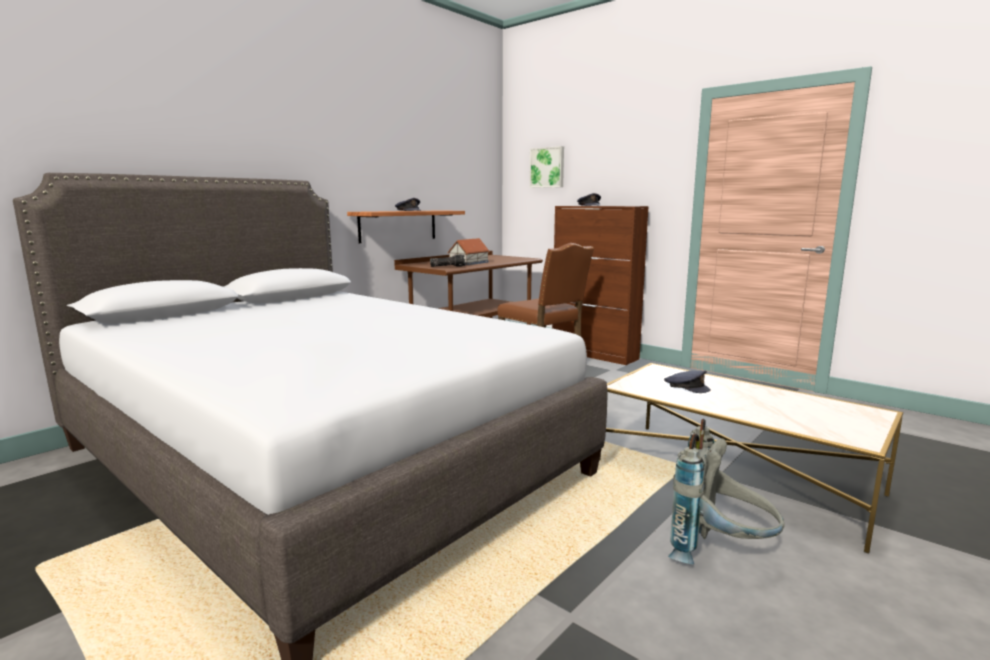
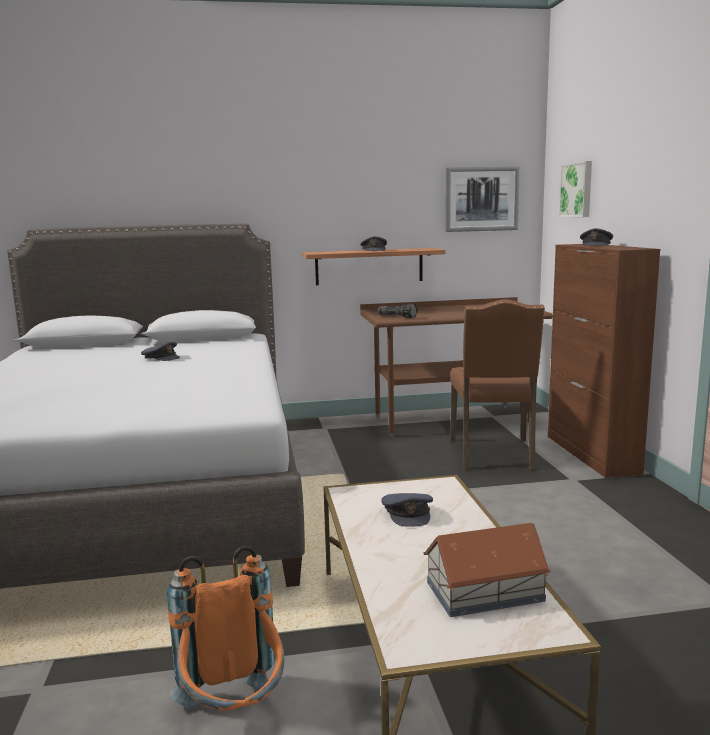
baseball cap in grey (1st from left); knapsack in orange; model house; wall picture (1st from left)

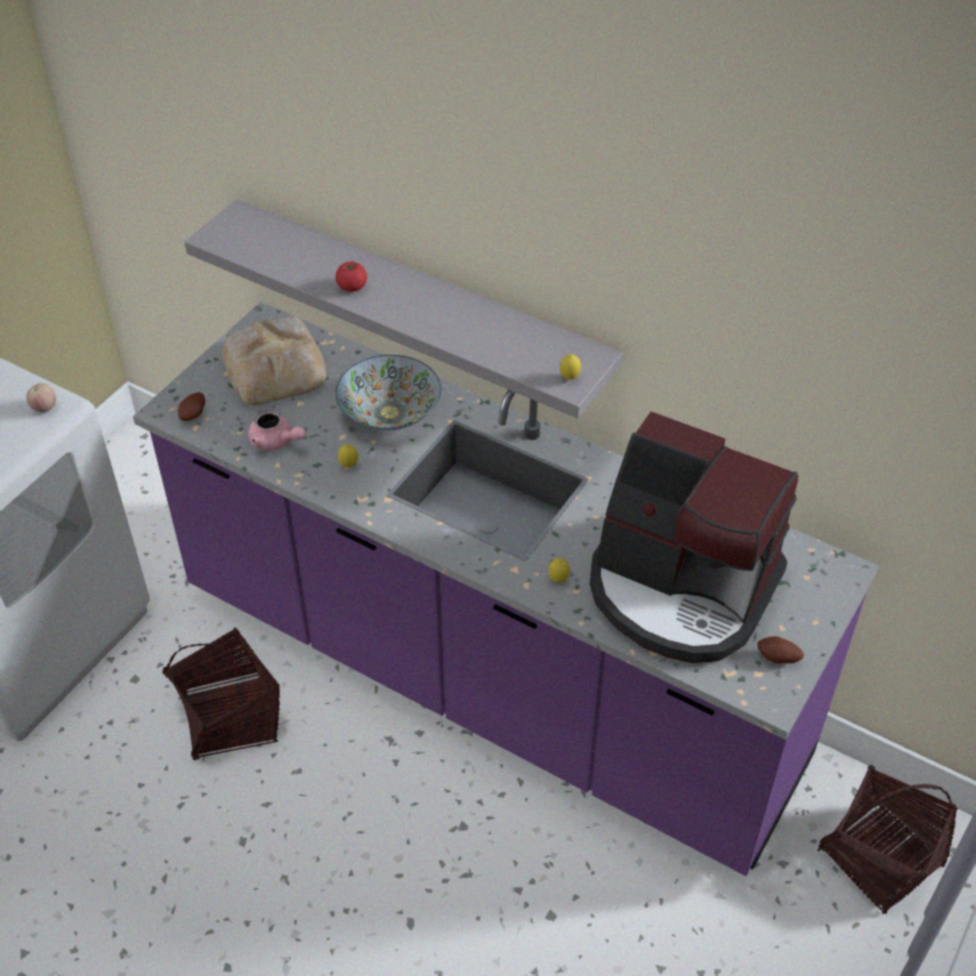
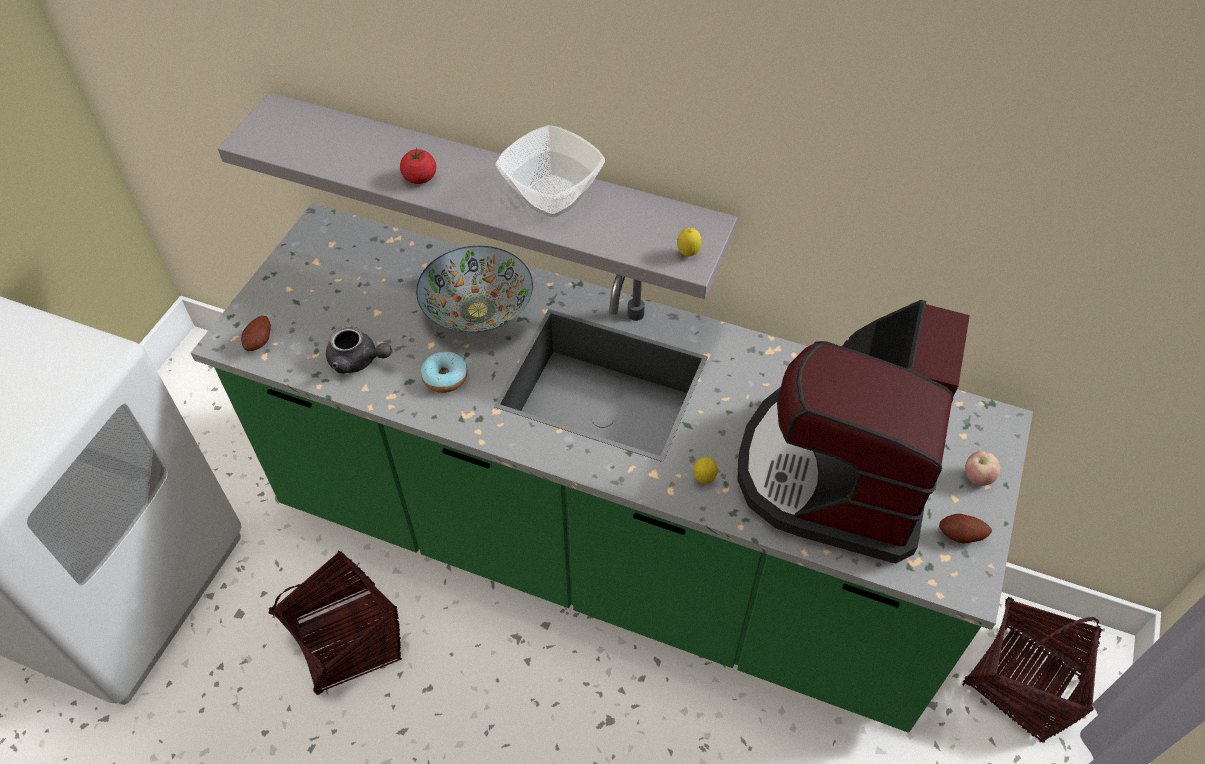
kitchen base unit in green-coloured; teapot in grey; ring doughnut; deep dish (2nd from left); coffee maker; apple fruit; bakery bread

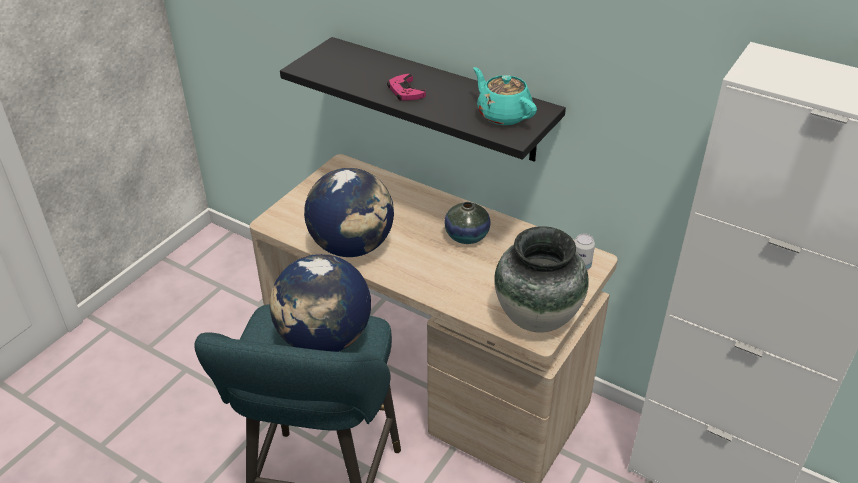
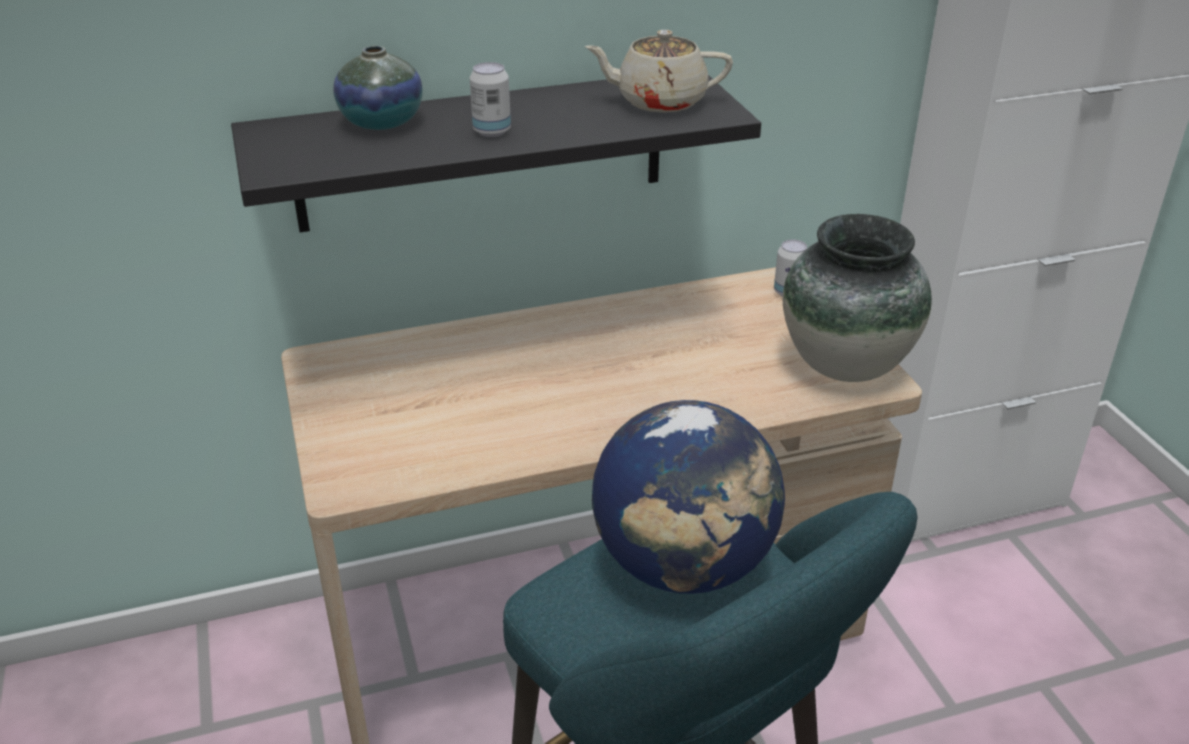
decorative vase (1st from left); can (1st from left); teapot in sand-coloured; desk globe (2nd from left in the first image)

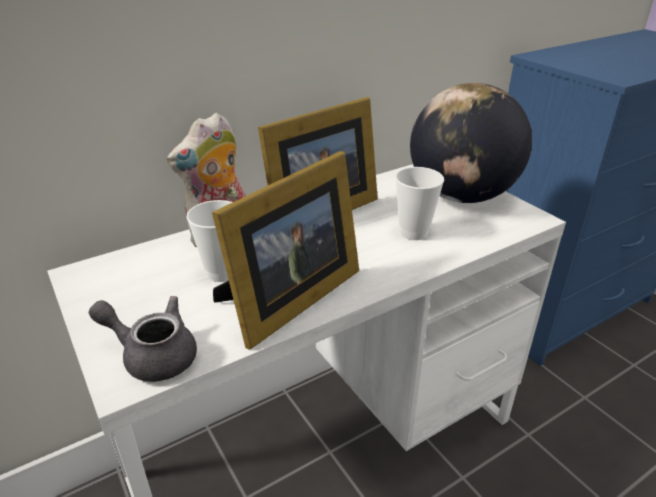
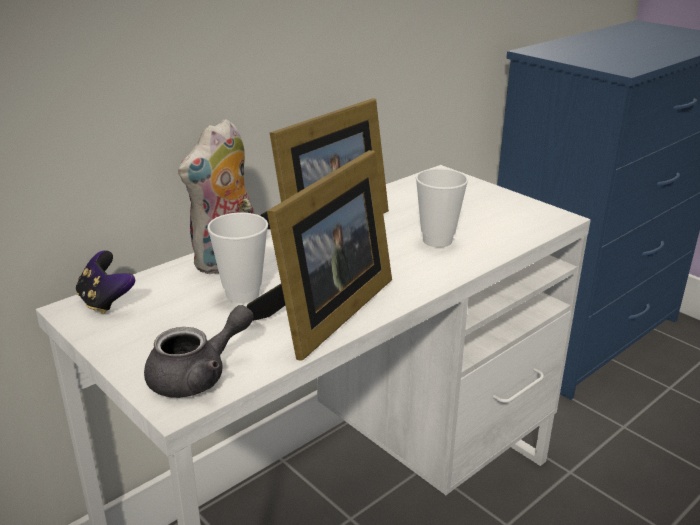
joypad; teapot in grey; desk globe

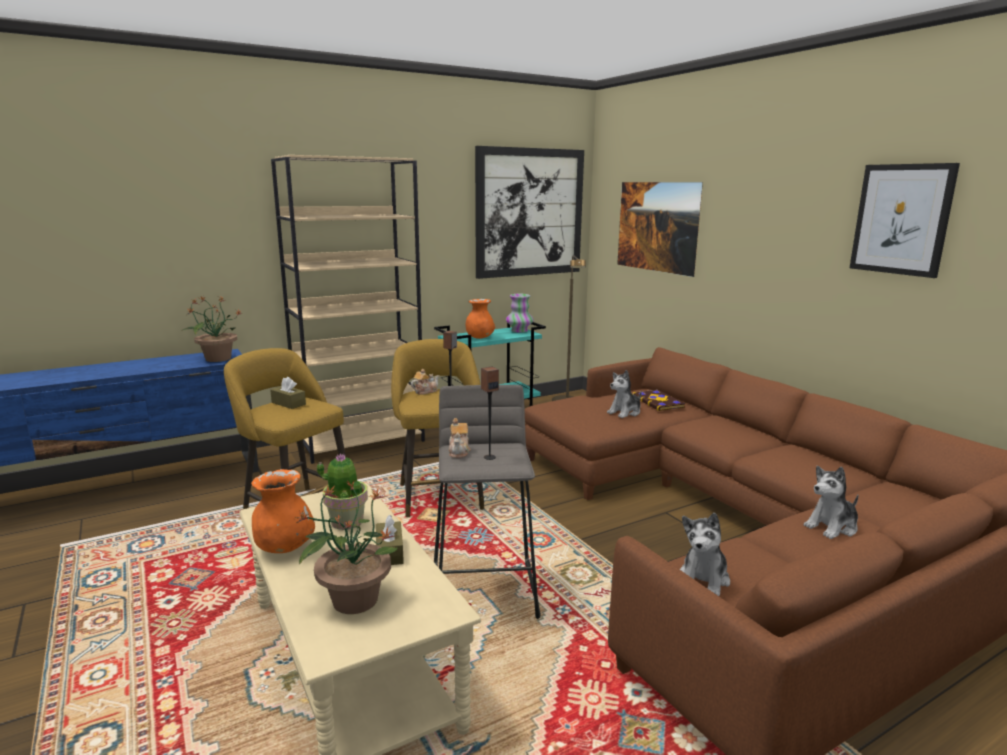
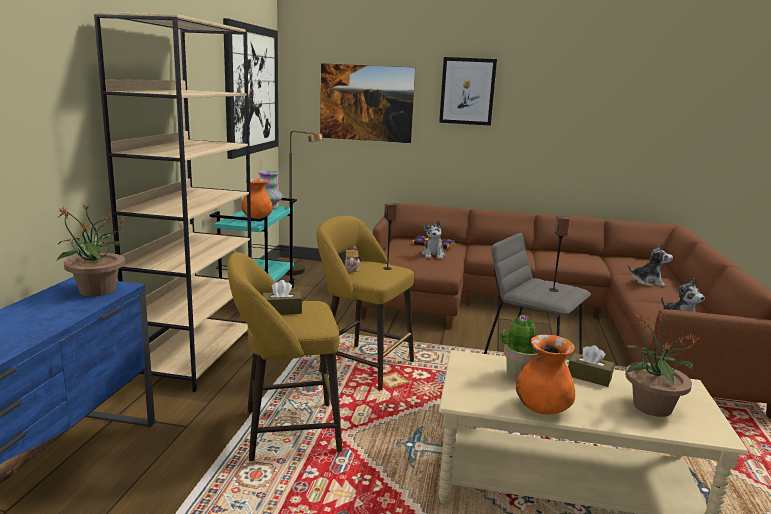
wall picture (3rd from left); soft toy (2nd from left); teapot (2nd from left in the first image)

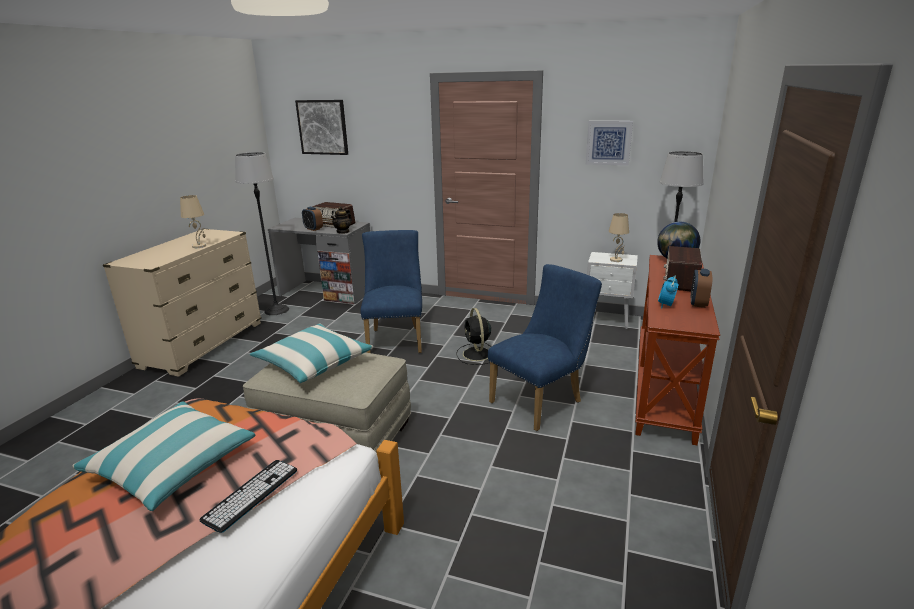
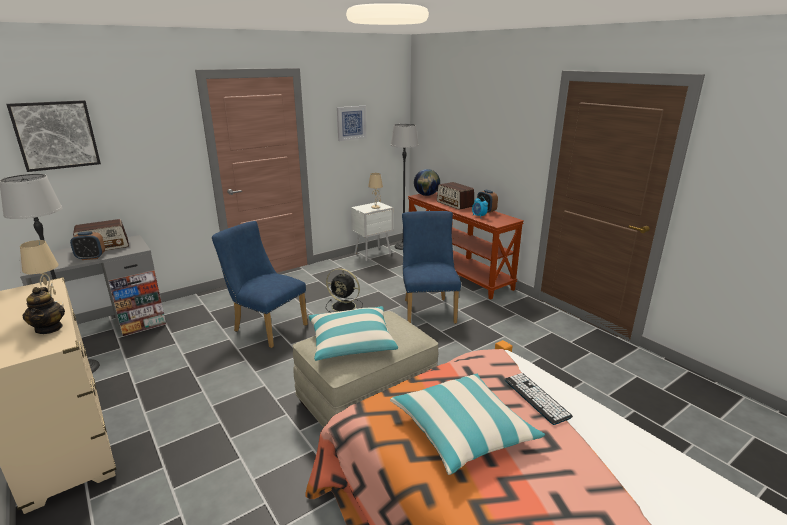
teapot

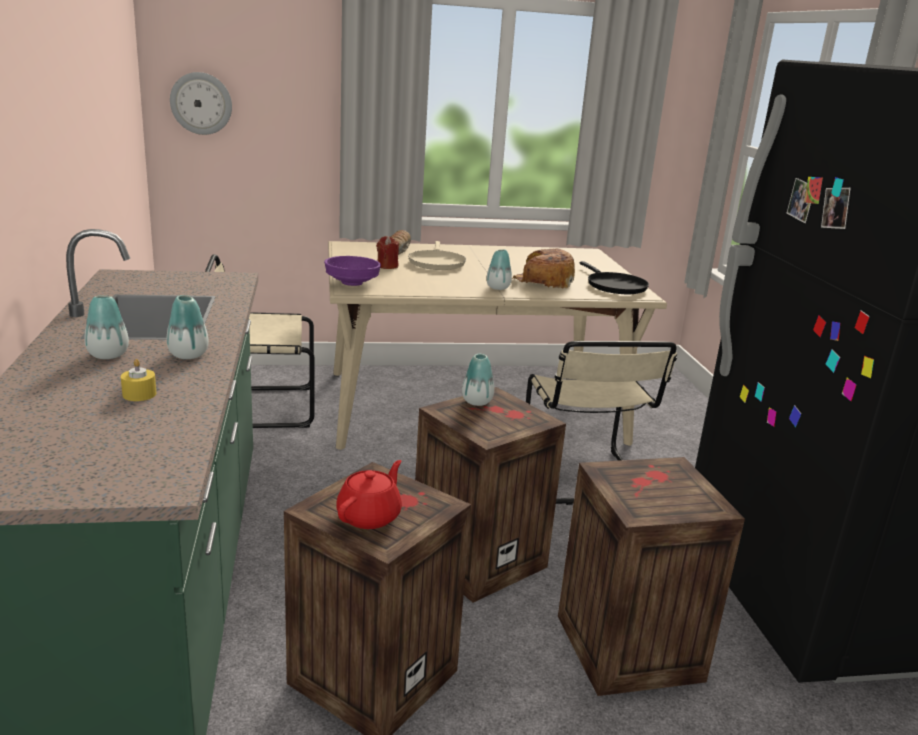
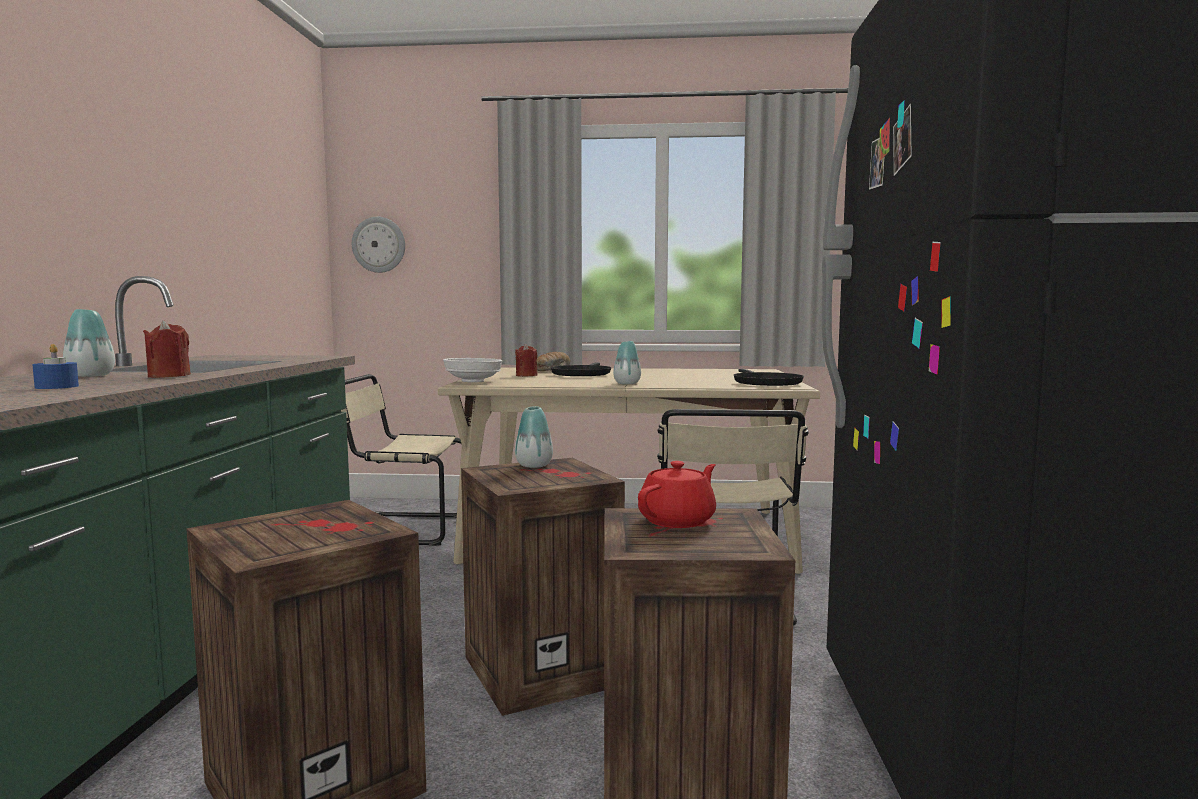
wax candle in bluish; wax candle in red-coloured (1st from left); deep dish in whitish; pan in black-coloured (1st from left); teapot in red-coloured; bakery bread (2nd from left in the first image)

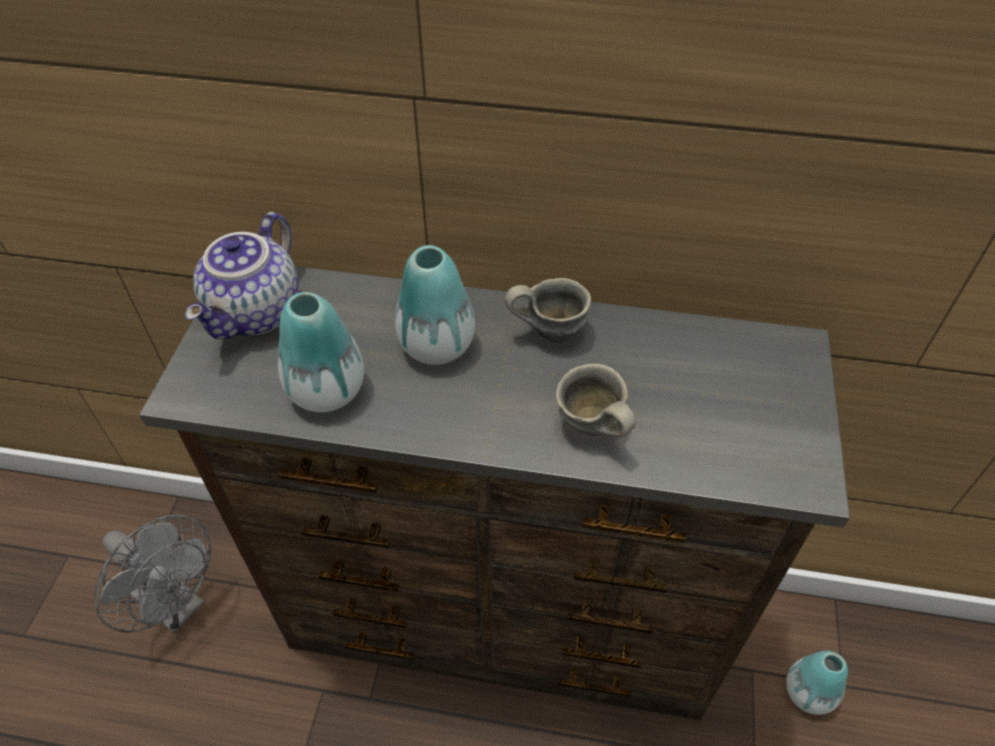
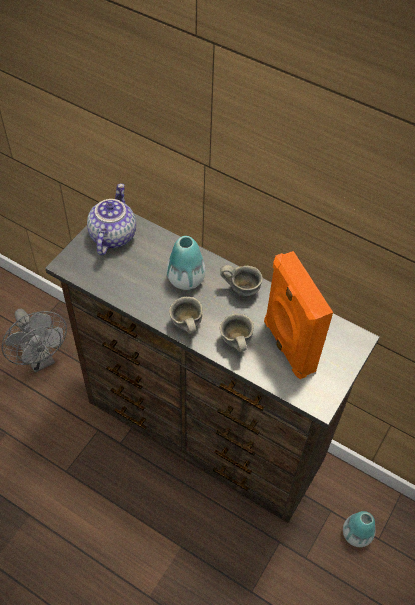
teapot; tea mug in grey (1st from left); audio speaker in orange; decorative vase (1st from left in the first image)

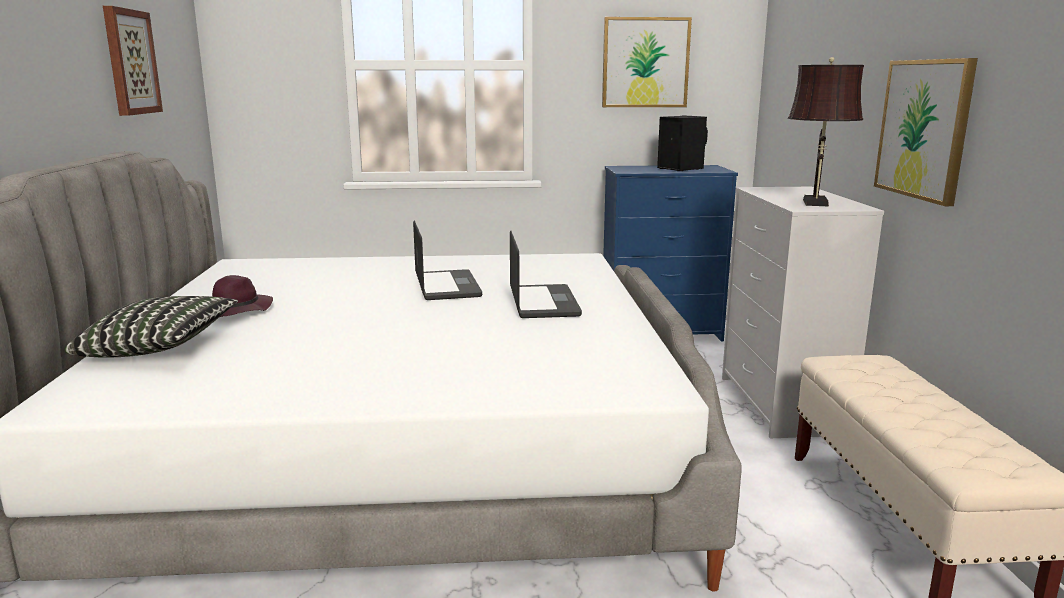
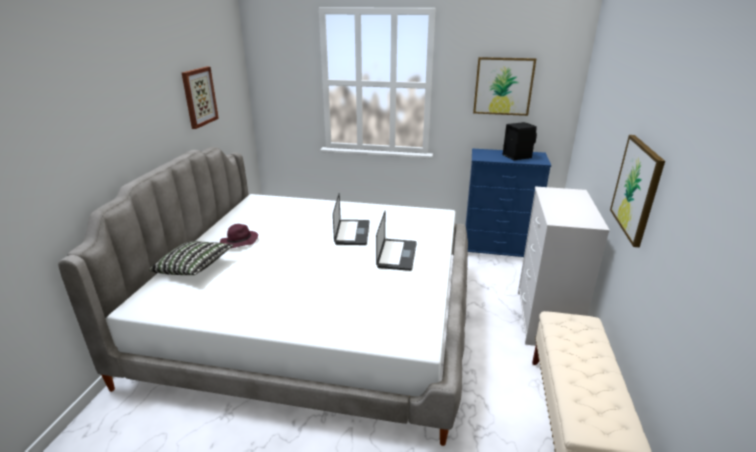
table lamp in brownish

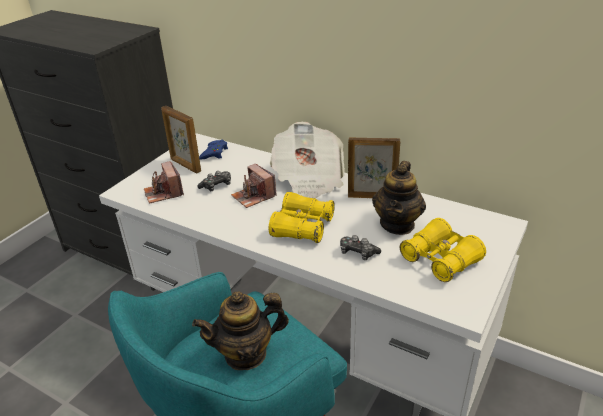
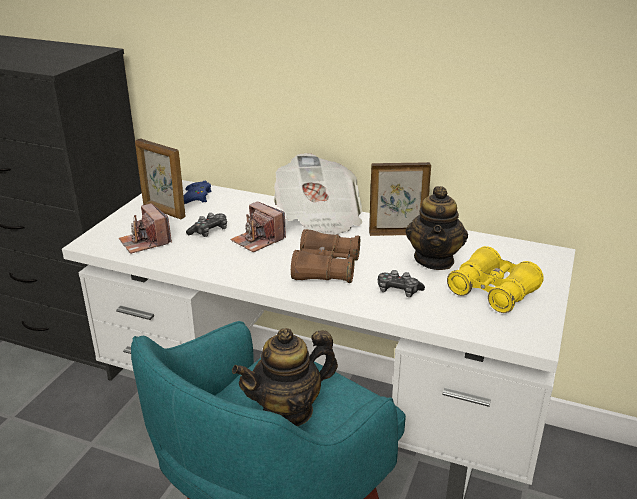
binoculars in brownish

